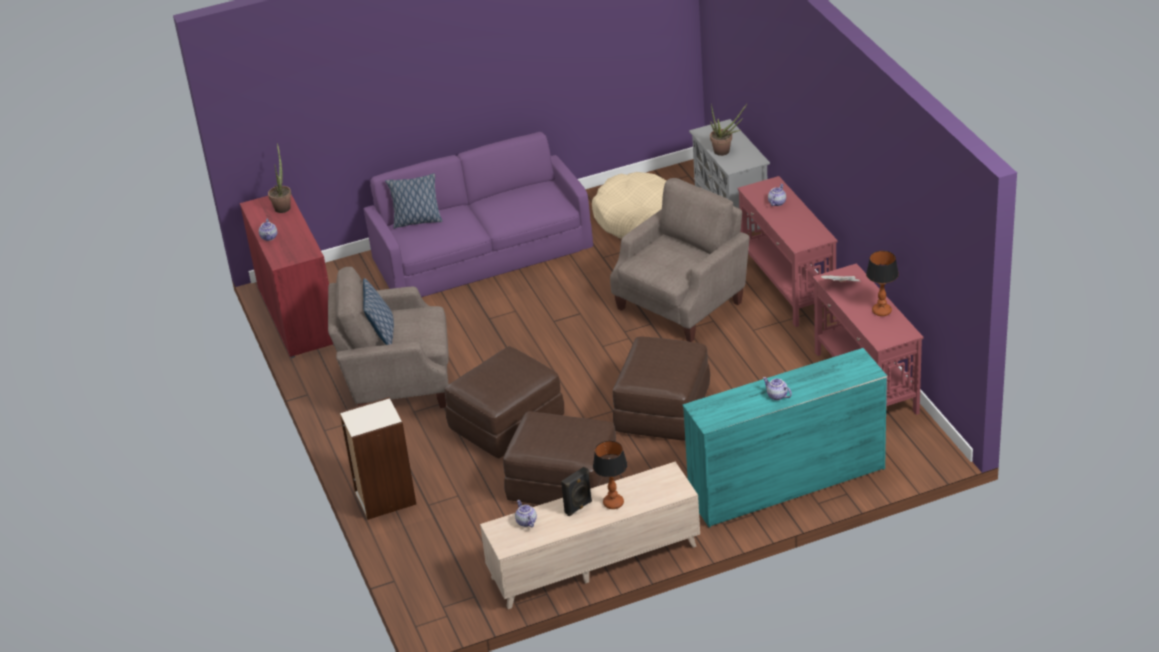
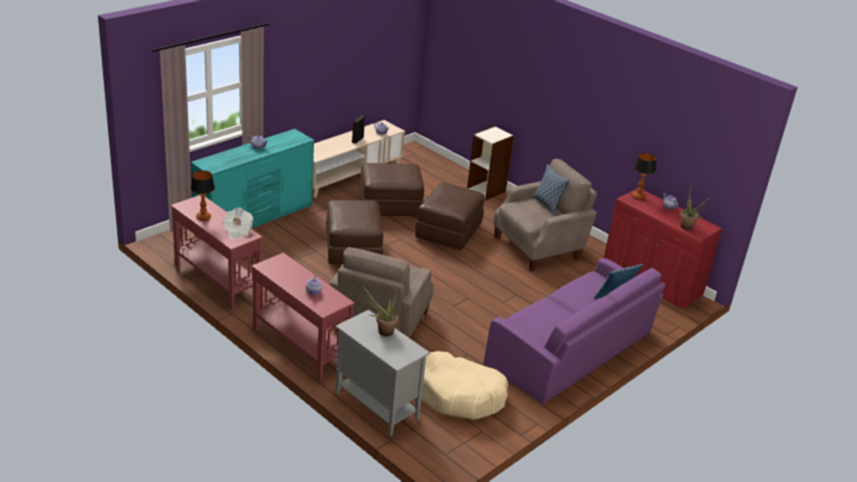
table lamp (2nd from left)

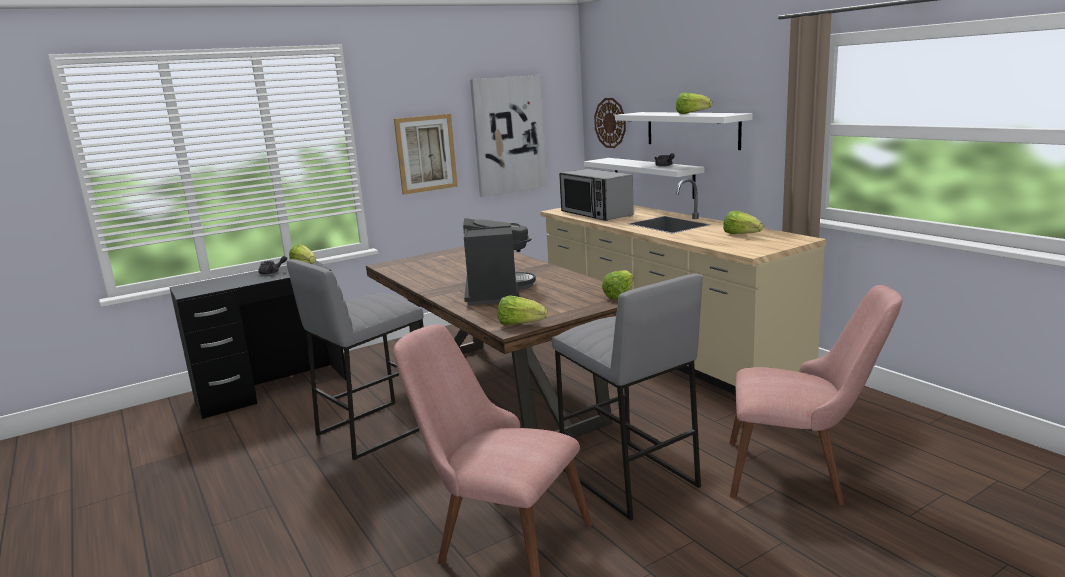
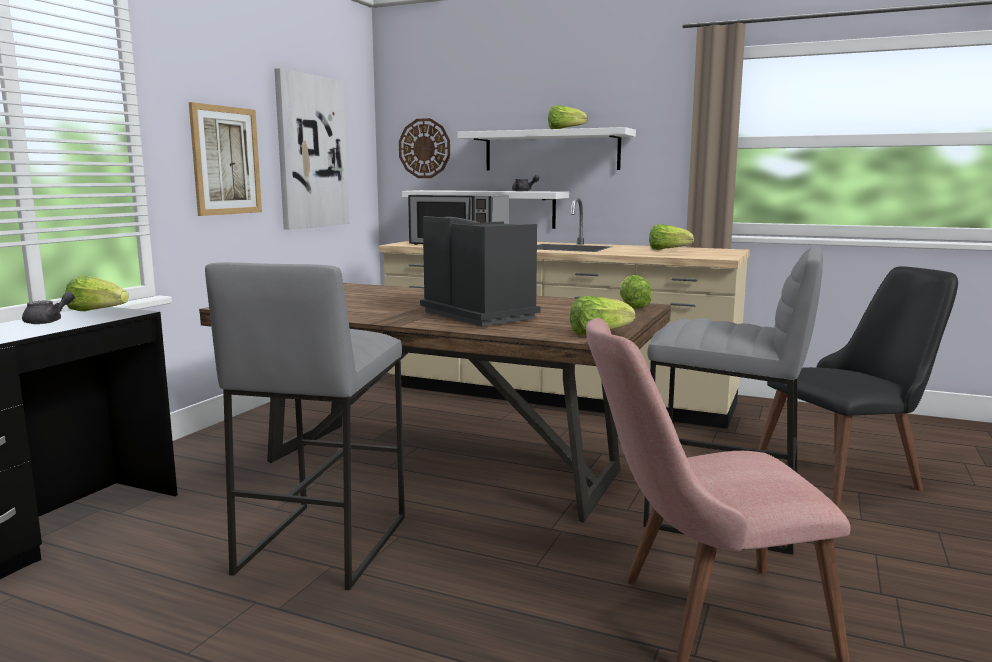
plain chair in black-coloured

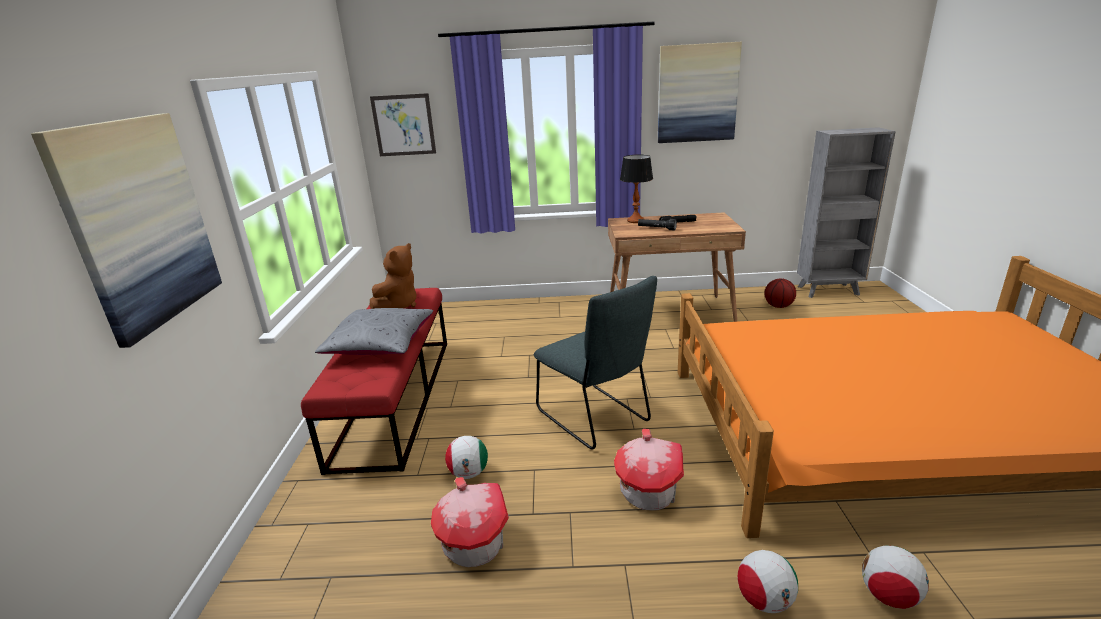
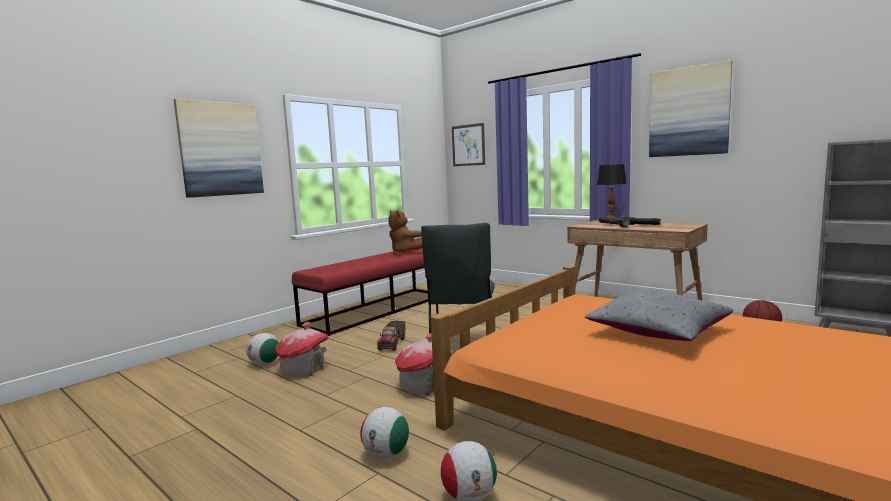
football ball (1st from left); model truck; soft toy in brownish; pillow in grey

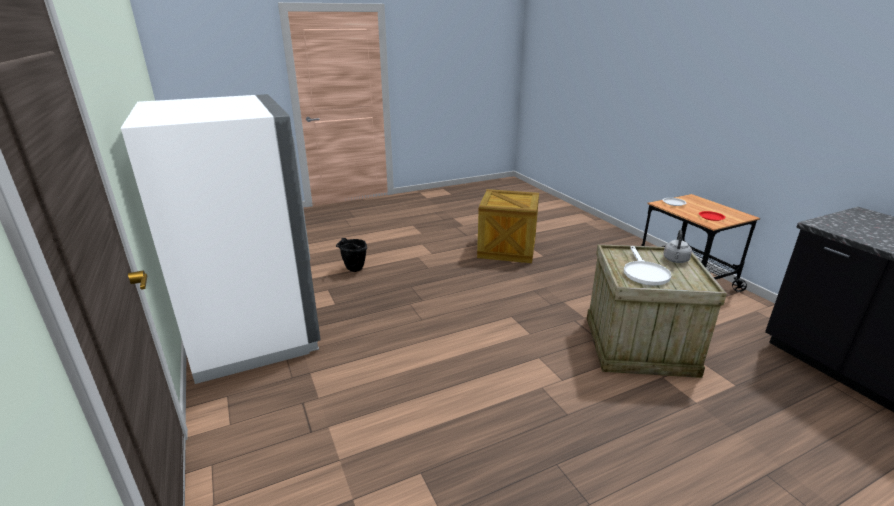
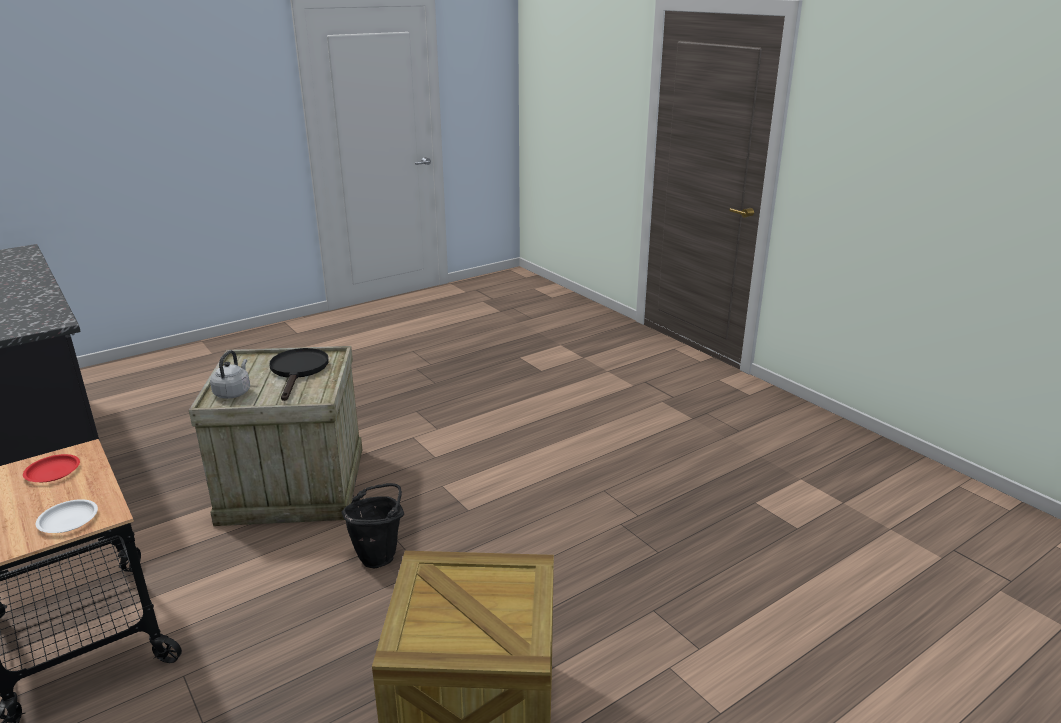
pan in black-coloured; bucket in black-coloured; kitchen fridge in whitish

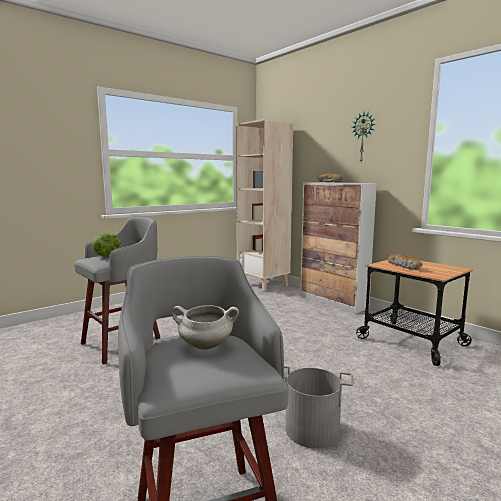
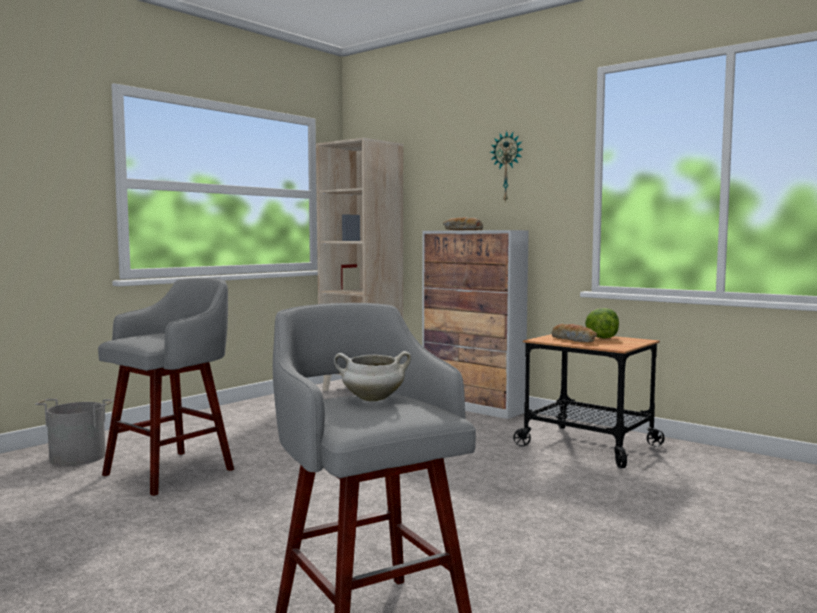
bucket in grey; lettuce head

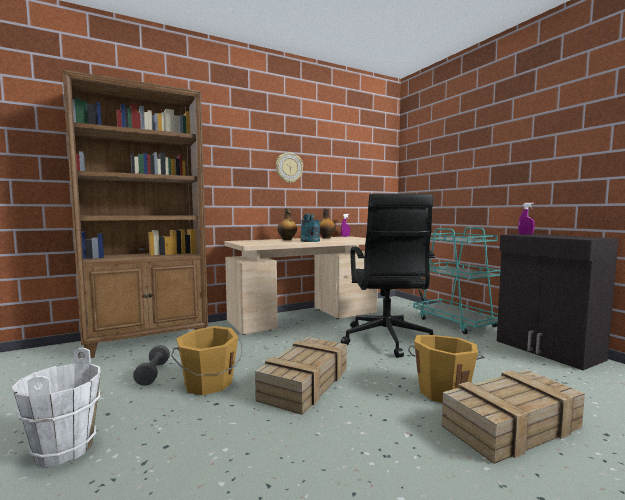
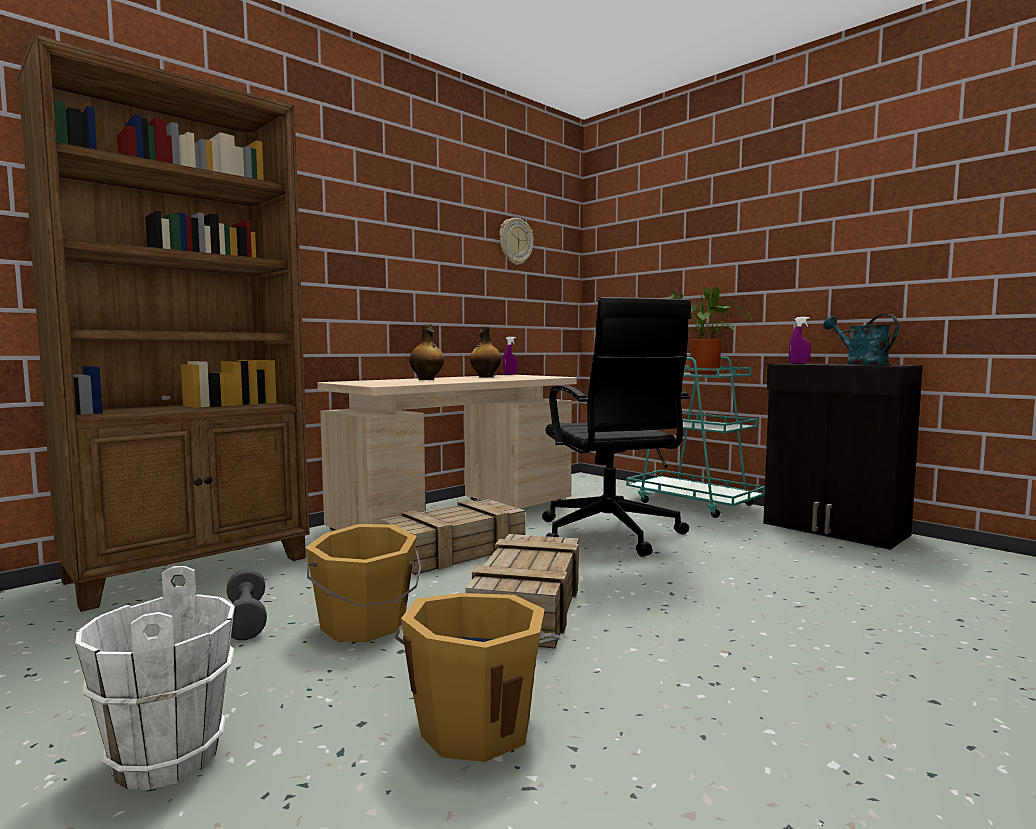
packing crate (1st from left); bucket in orange (2nd from left); wall clock; plant in a pot; sprinkling can in turquoise-coloured

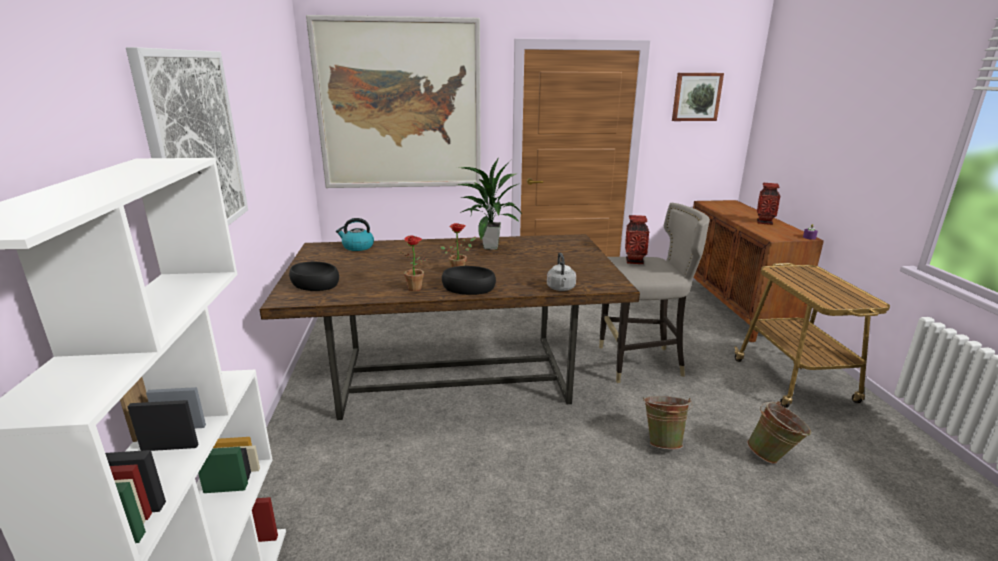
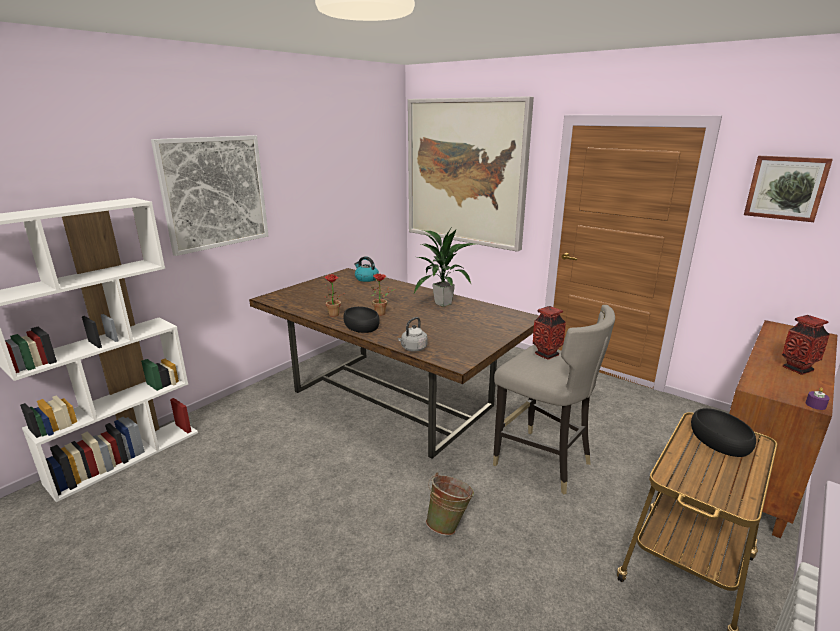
deep dish in black-coloured (2nd from left); bucket in green-coloured (2nd from left in the first image)

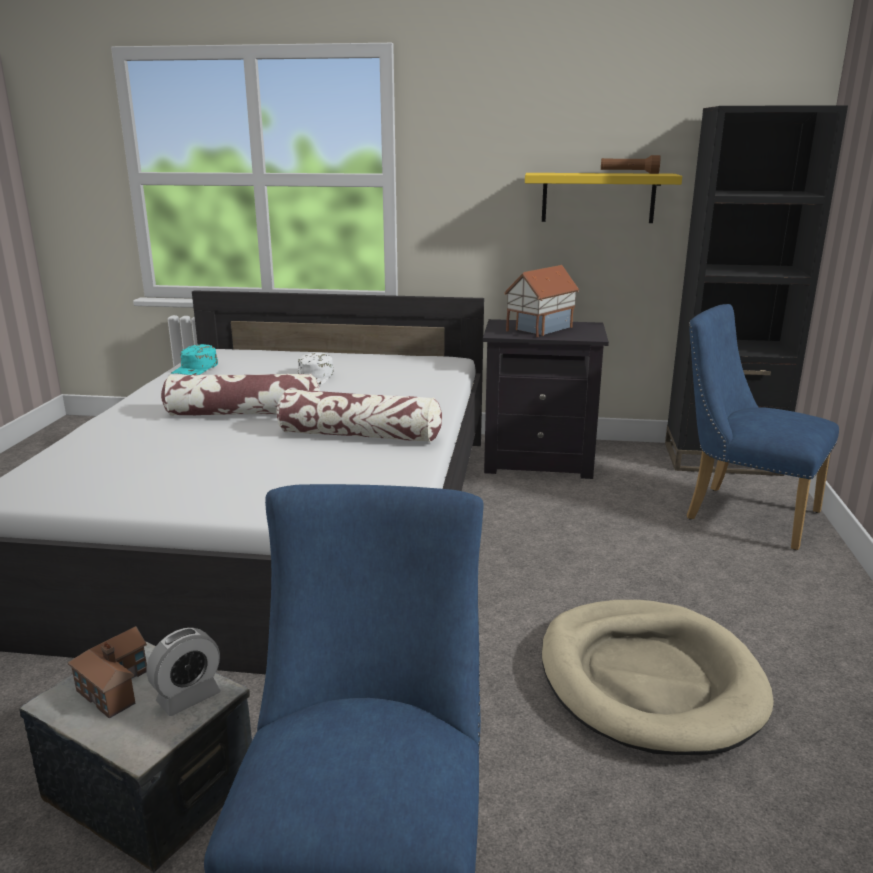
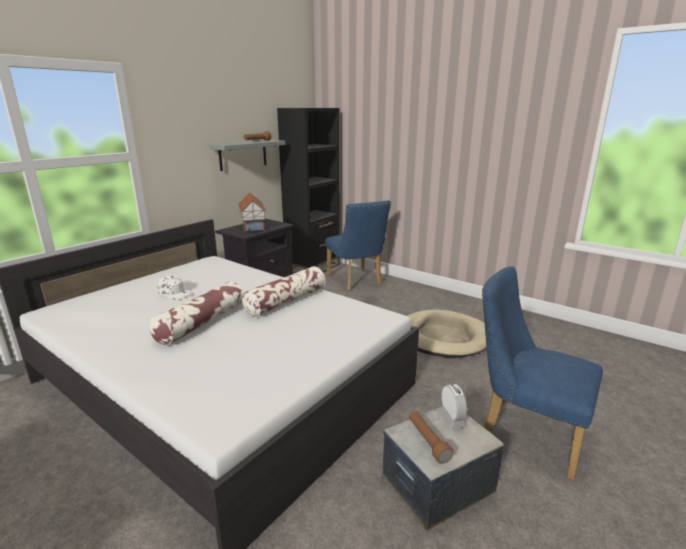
bracket shelf in grey; plain chair in bluish (1st from left); flashlight in brownish (2nd from left); baseball cap in turquoise-coloured

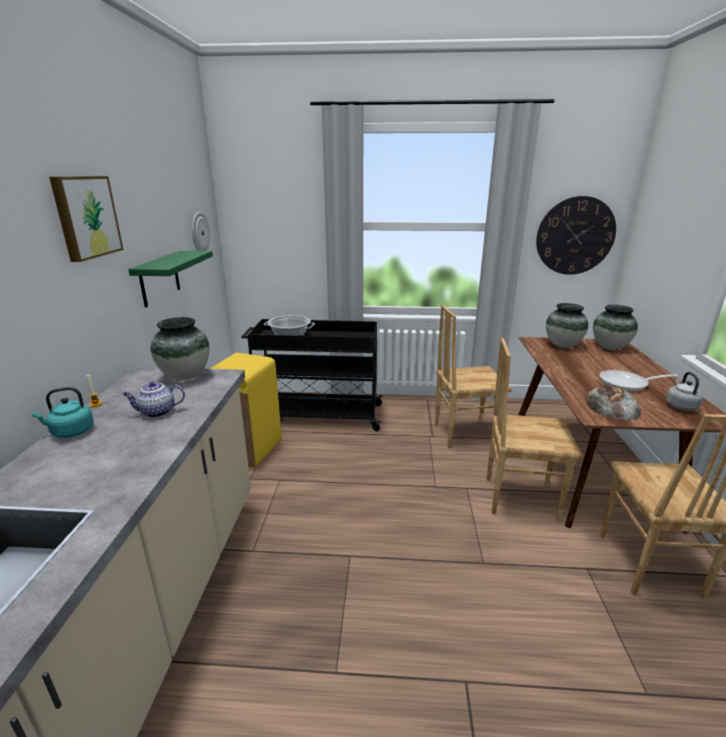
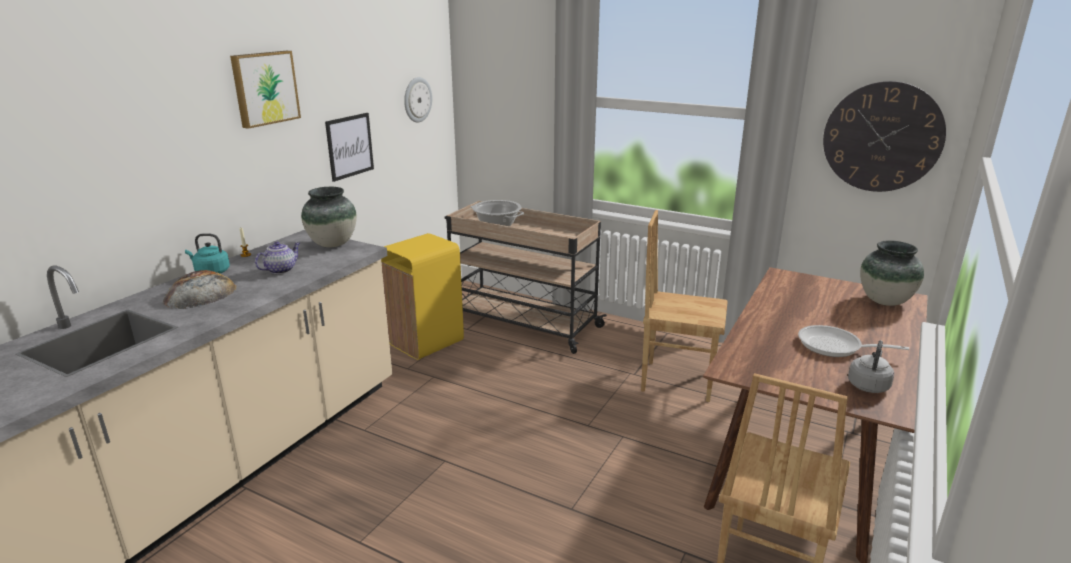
bakery bread; teapot; wall picture (2nd from left); trolley in sand-coloured; plain chair in brownish (2nd from left in the first image); decorative vase (2nd from left in the first image)

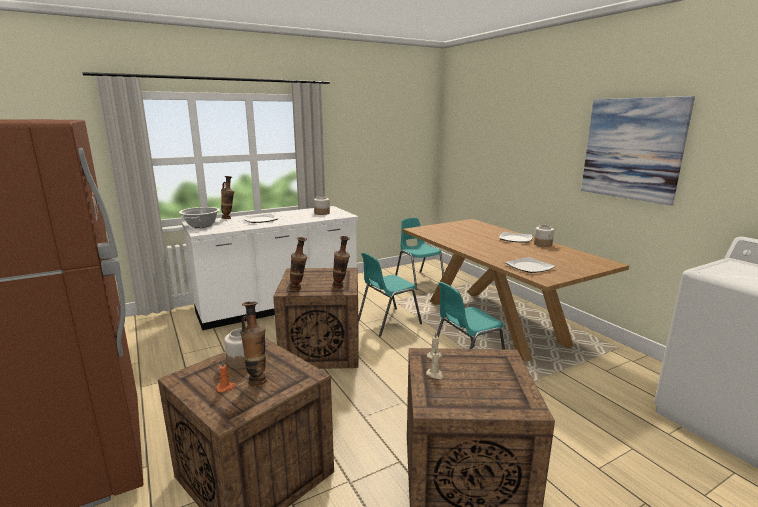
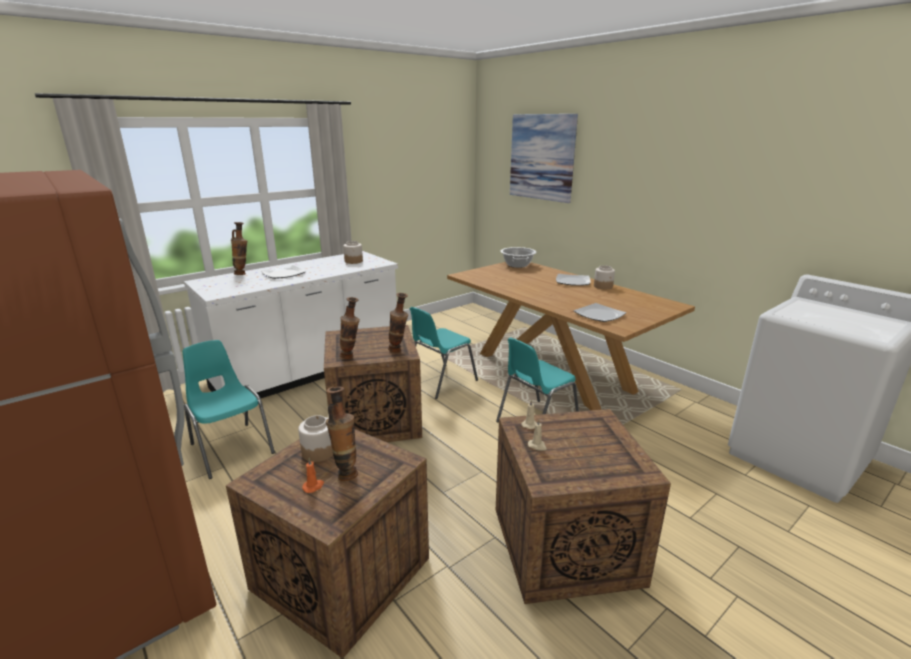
plain chair in turquoise-coloured (1st from left); saucepot; wall picture

